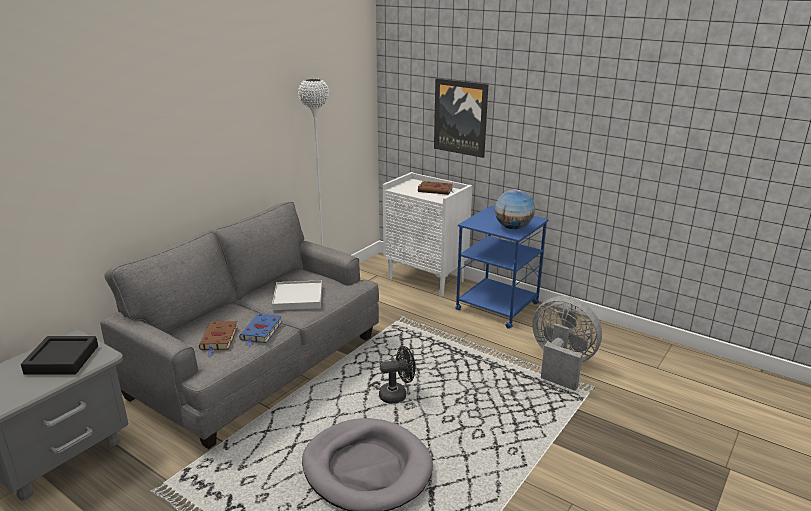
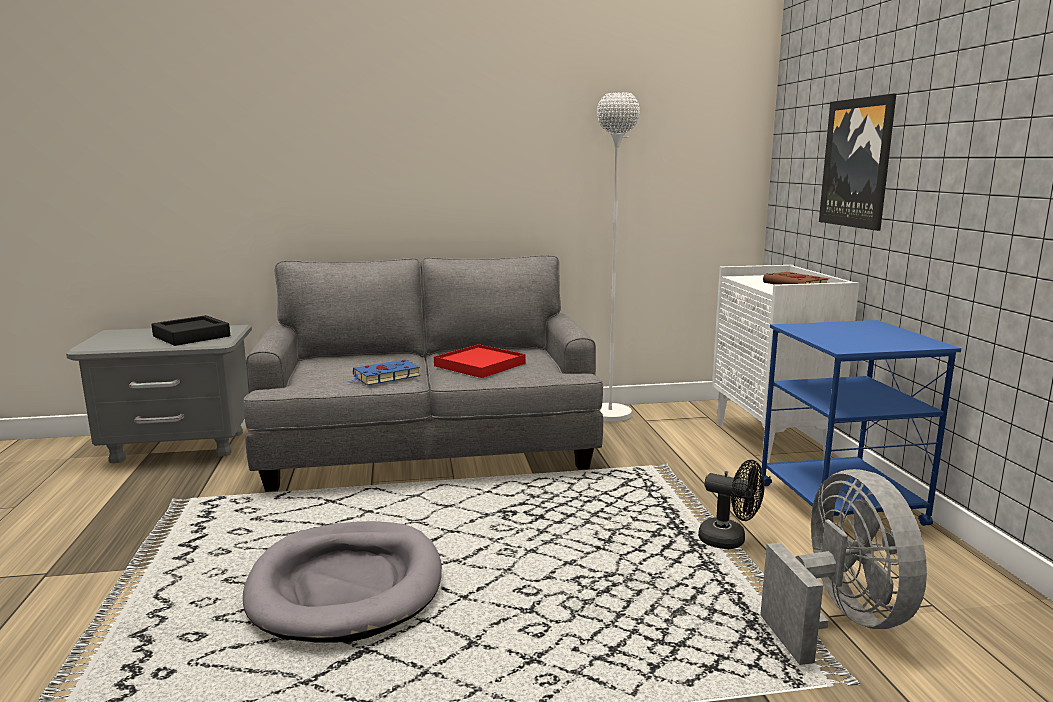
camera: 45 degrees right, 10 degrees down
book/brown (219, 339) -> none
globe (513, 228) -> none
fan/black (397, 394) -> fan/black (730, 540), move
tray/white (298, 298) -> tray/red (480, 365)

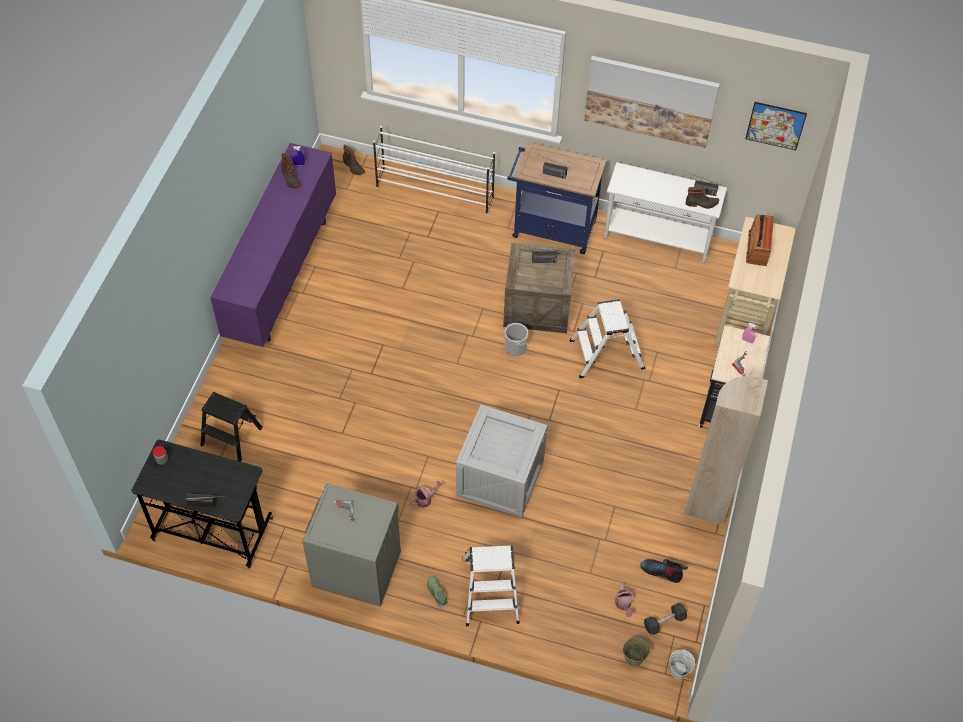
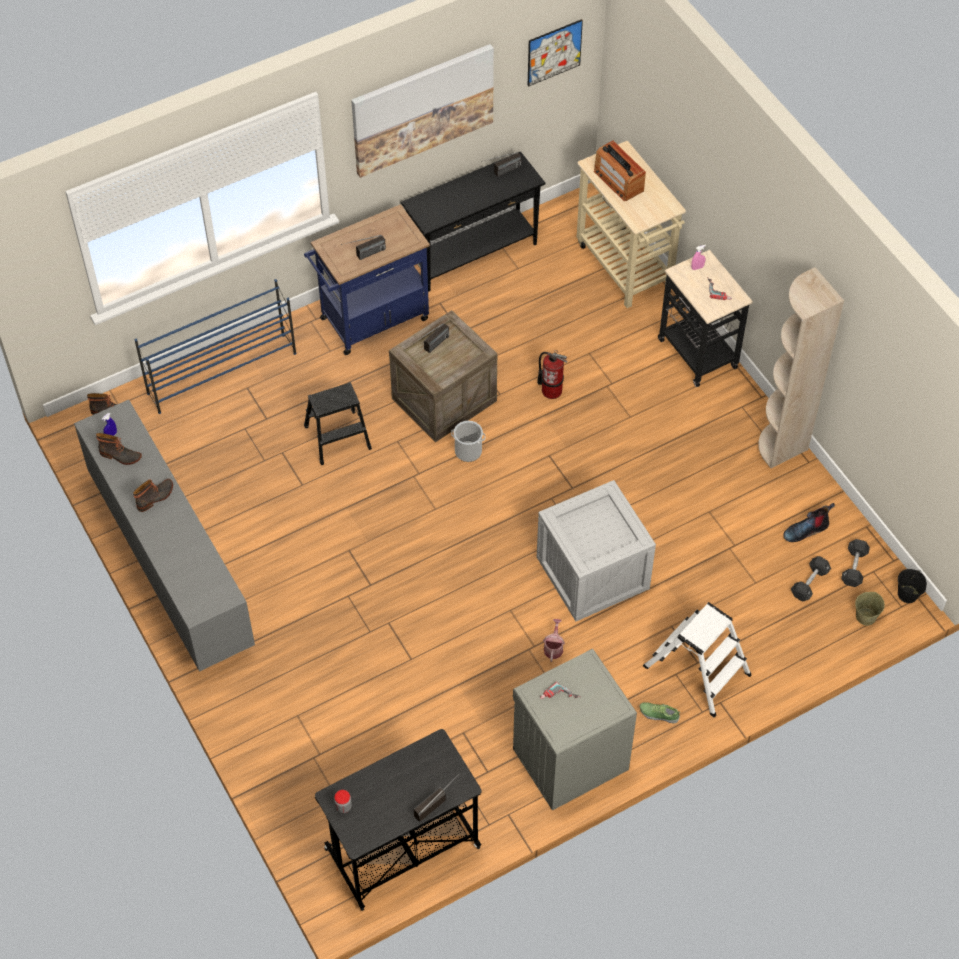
camera: 45 degrees left, 0 degrees up
step ladder/black (232, 436) -> step ladder/black (338, 436), move
boot (701, 203) -> boot (156, 497), move
step ladder/white (607, 354) -> fire extinguisher (551, 390)
watering can (623, 605) -> dumbbell/black (809, 583)
cabinet/purple (281, 275) -> cabinet/grey (171, 571)
shoe rack/white (435, 193) -> shoe rack/blue (223, 373)
console table/white (658, 239) -> console table/black (473, 254)
bucket/white (678, 671) -> bucket/black (908, 595)

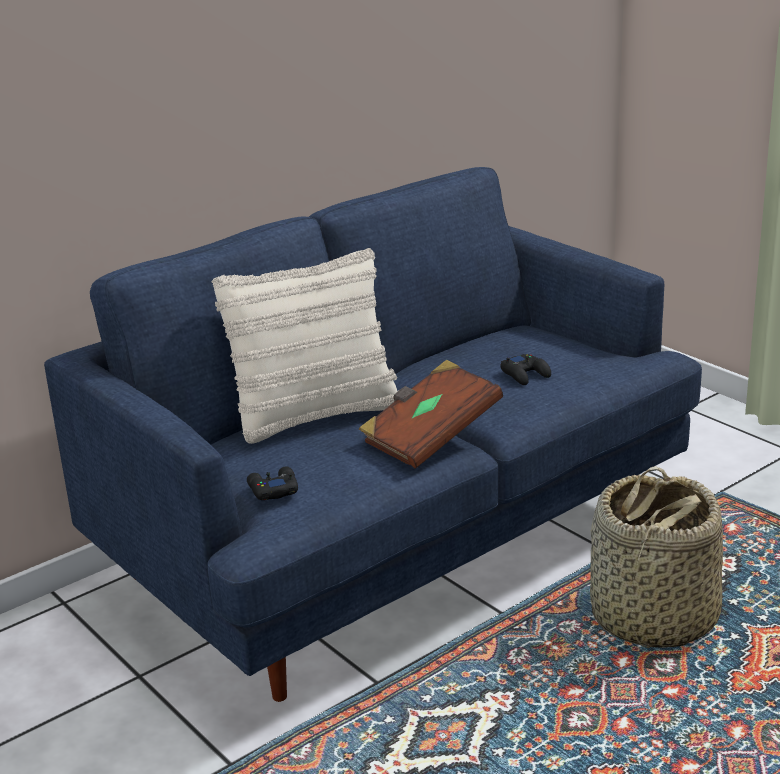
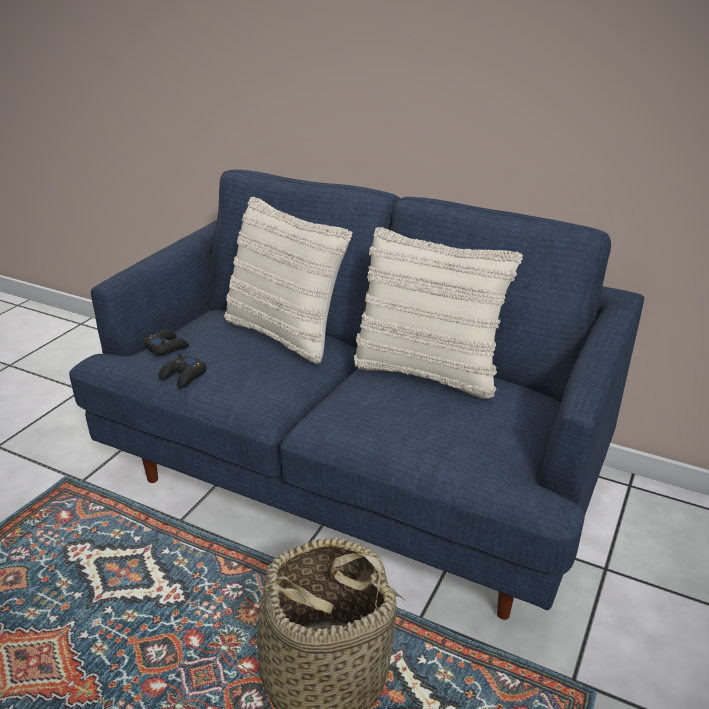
camera: 65 degrees right, 5 degrees up
book/brown (430, 437) -> none
none -> pillow/beige (429, 373)
game controller/black (525, 374) -> game controller/black (183, 376), move

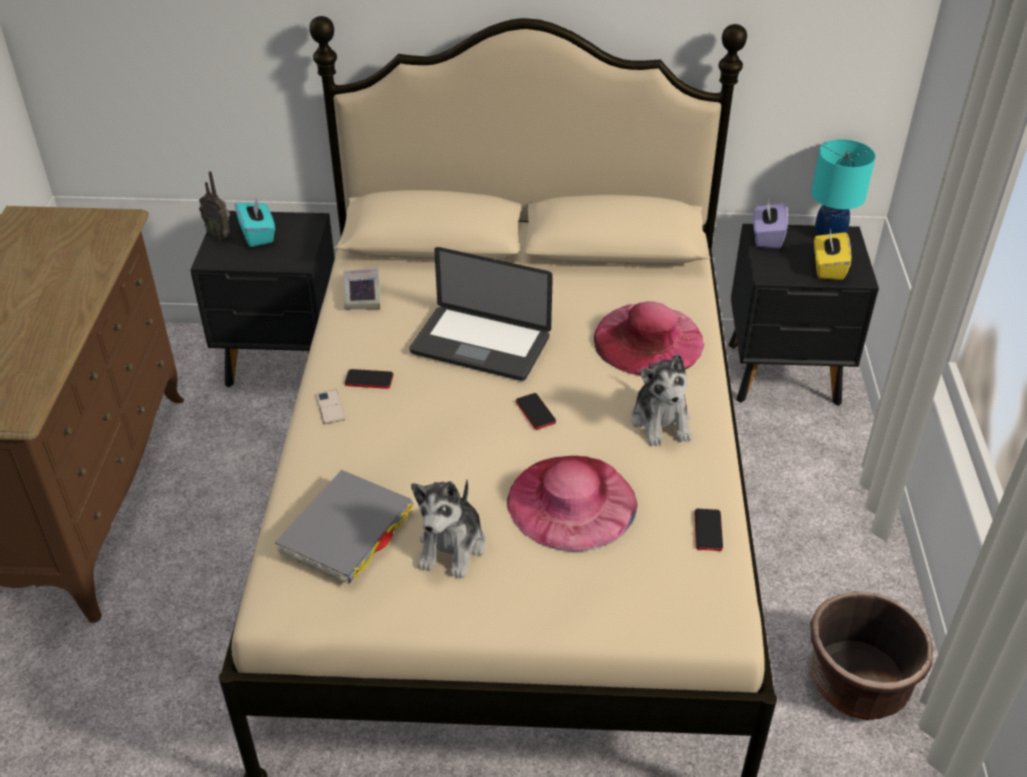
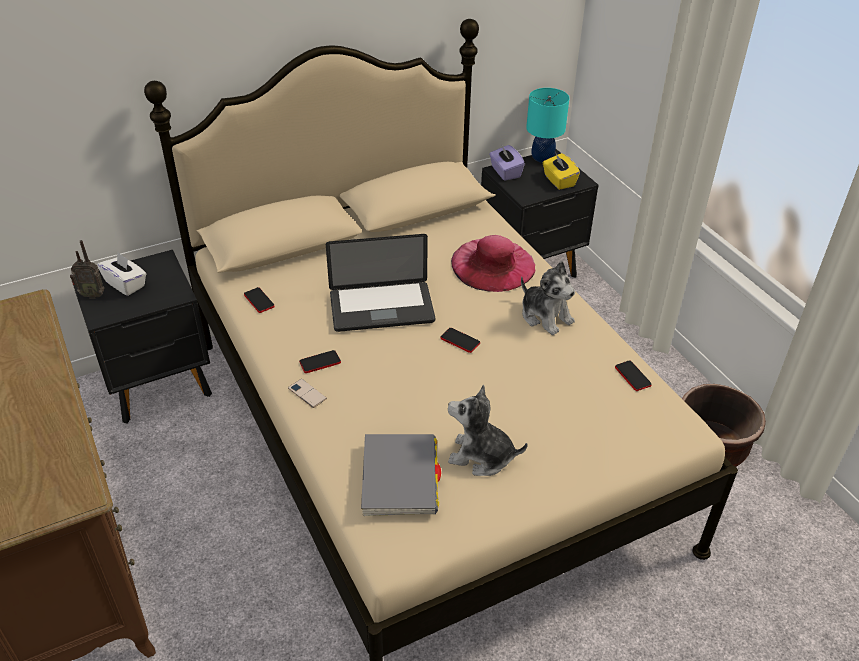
camera: 30 degrees left, 0 degrees up
hat/pink (571, 501) -> none
book (362, 293) -> phone (259, 300)
tissue box/turquoise (258, 235) -> tissue box/white (126, 284)
plush toy (452, 546) -> plush toy (481, 456), 120 degrees clockwise

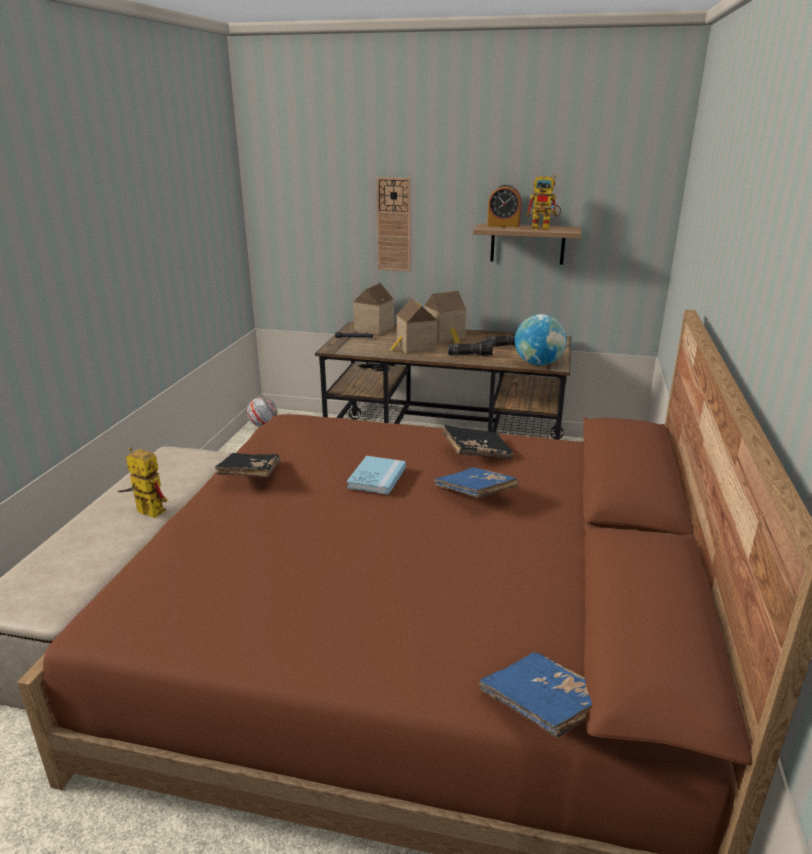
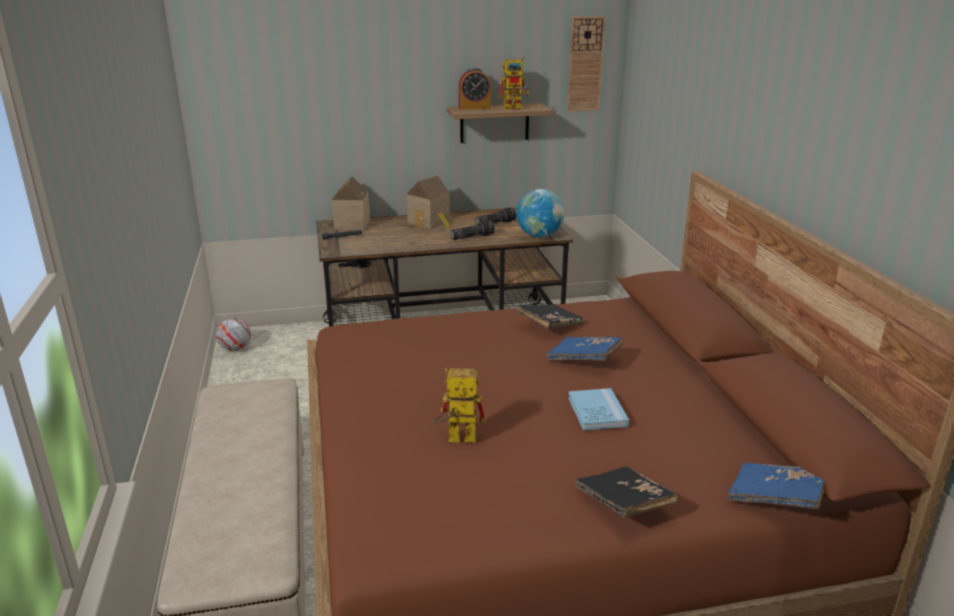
camera: 25 degrees left, 0 degrees up
toy house (414, 348) -> none
toy robot (145, 511) -> toy robot (455, 439), move
book/black (249, 476) -> book/black (624, 504), move
book/blue (377, 477) -> book/blue (597, 412), move
wall clock (394, 225) -> wall clock (585, 64), move

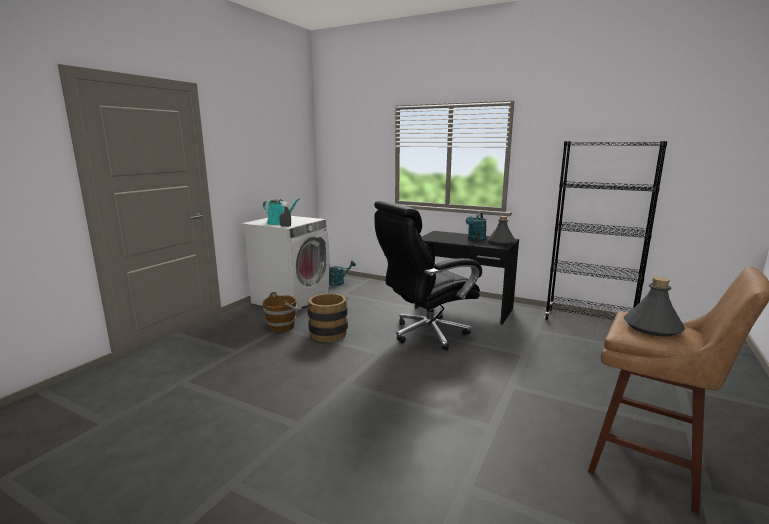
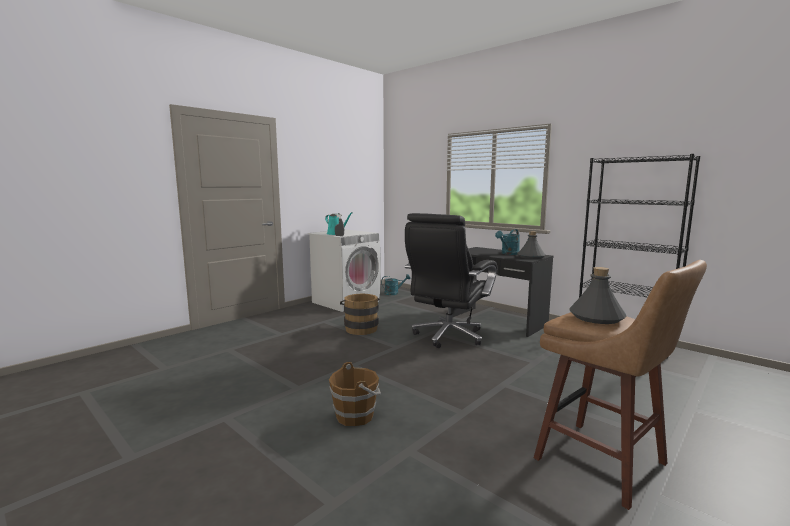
camera: 15 degrees right, 5 degrees down
bucket/brown (282, 326) -> bucket/brown (356, 415), move
office chair/black (425, 335) -> office chair/black (447, 338), 45 degrees counterclockwise

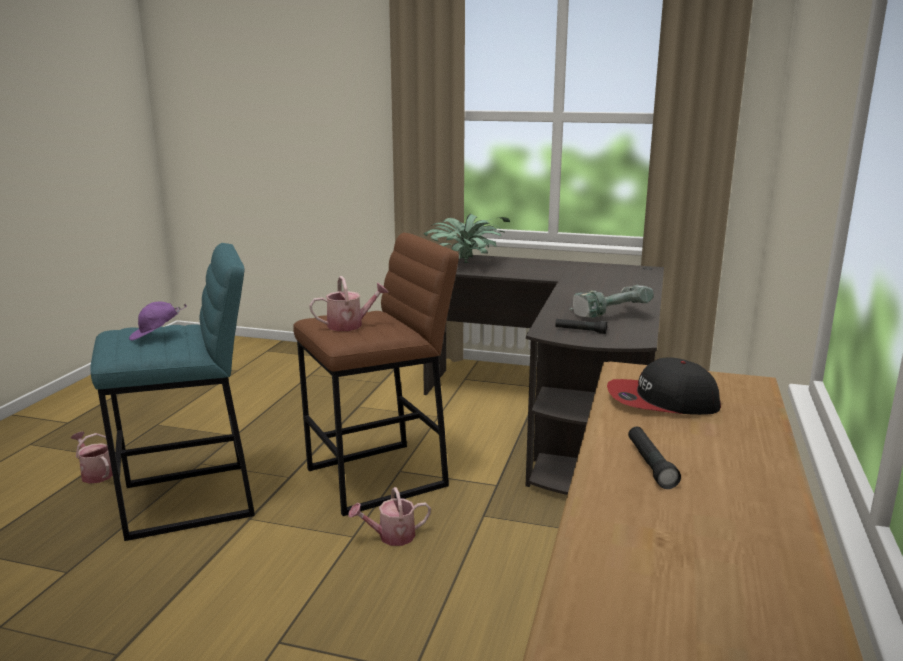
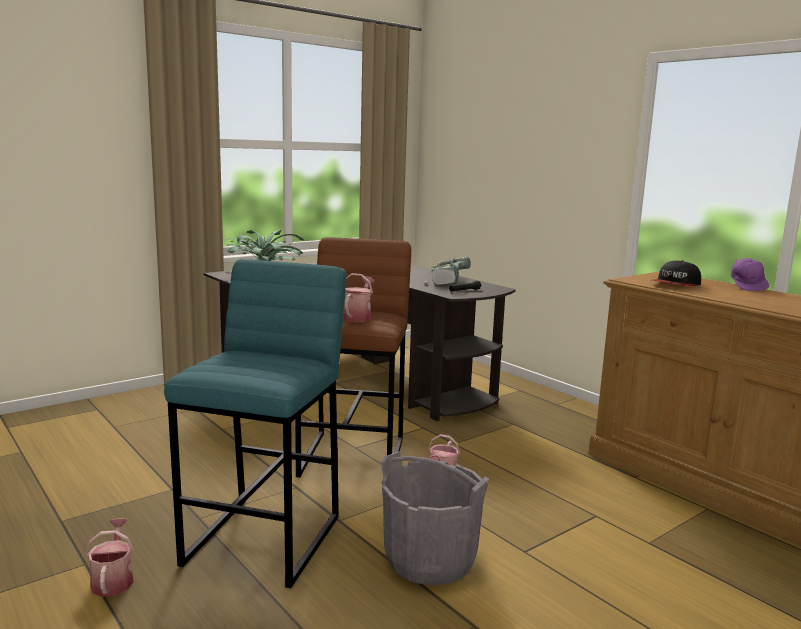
camera: 55 degrees left, 5 degrees down
flashlight/black (650, 465) -> none
none -> bucket/grey (430, 559)
cap/purple (156, 335) -> cap/purple (747, 287), move
watering can (95, 473) -> watering can (113, 579), 90 degrees clockwise

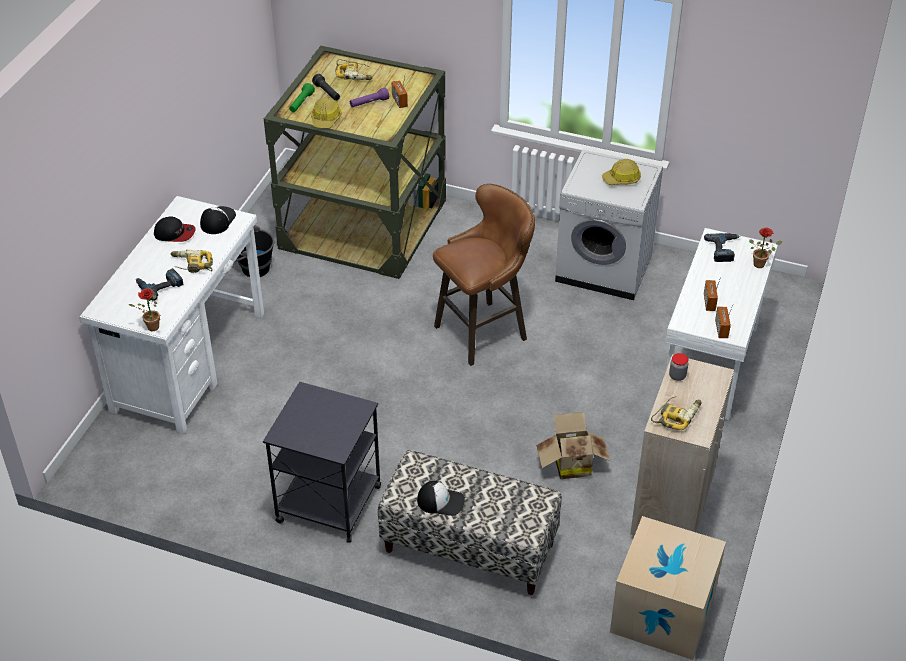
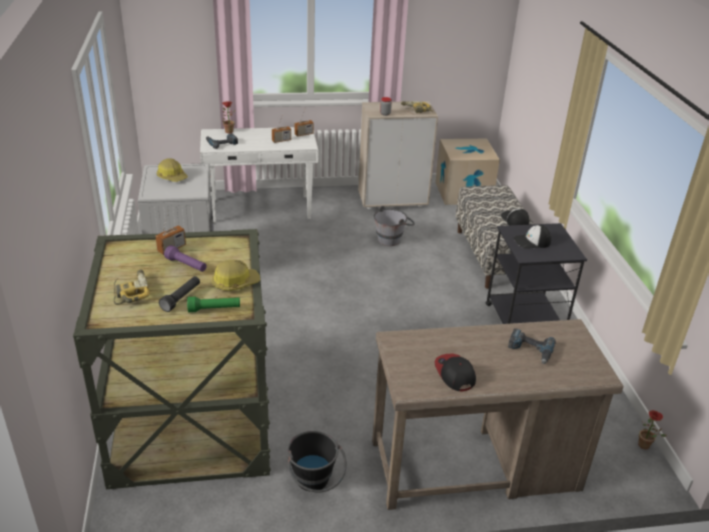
camera: 120 degrees left, 10 degrees down
power drill (192, 265) -> none
stool/brown (484, 331) -> none
potted plant (150, 328) -> potted plant (646, 446), move
cap (217, 221) -> cap (532, 241), move
cardboard box (570, 464) -> bucket/grey (392, 238)
desk/white (188, 361) -> desk/brown (474, 466)

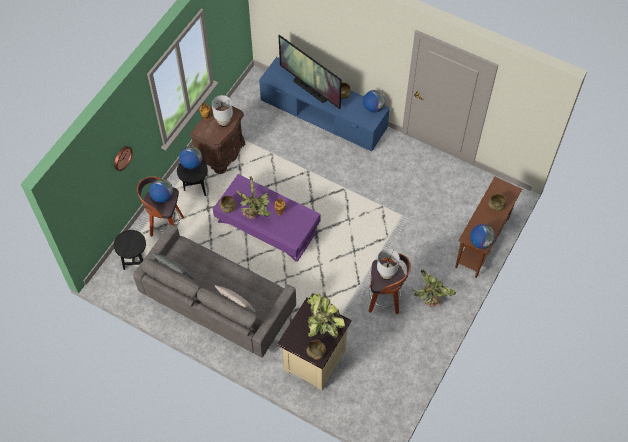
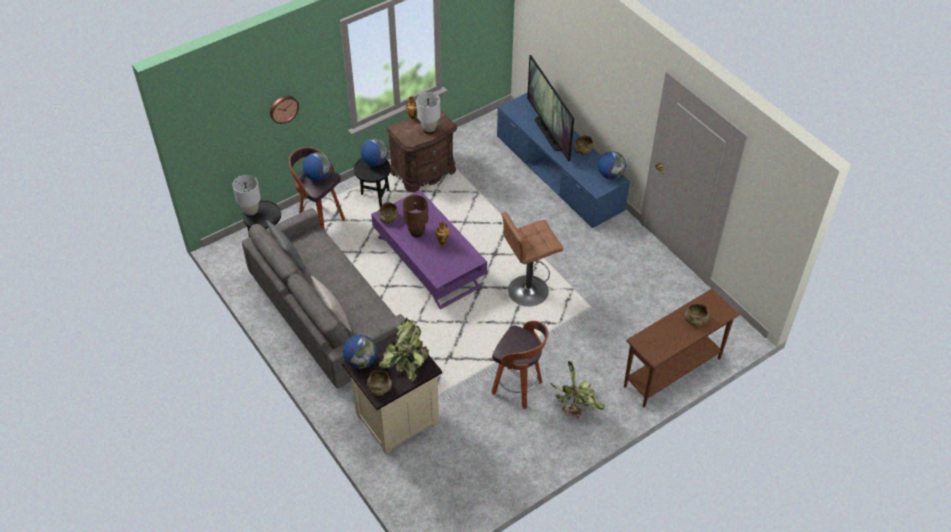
camera: 25 degrees right, 10 degrees down
none -> stool/brown (527, 291)
table lamp/white (386, 275) -> table lamp/white (251, 212), move
globe (480, 242) -> globe (361, 361), move
potted plant (256, 211) -> table lamp/brown (416, 232)

